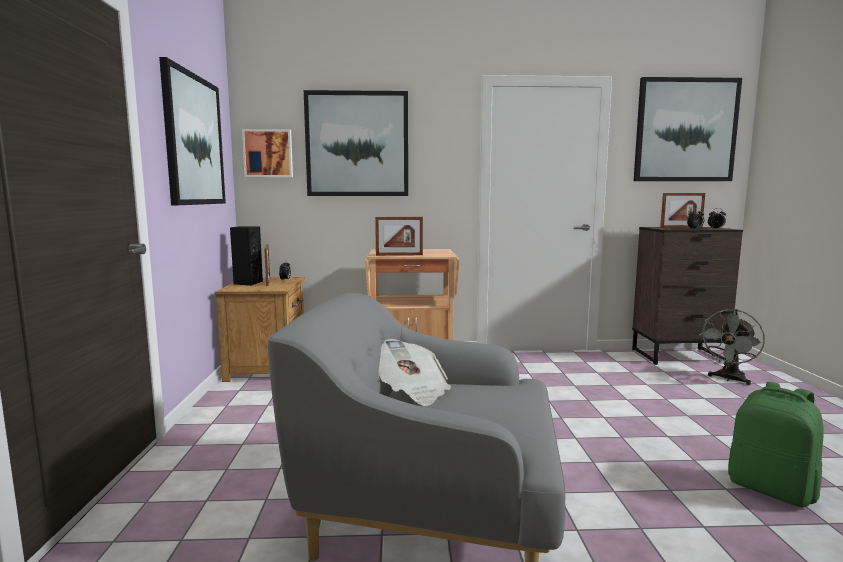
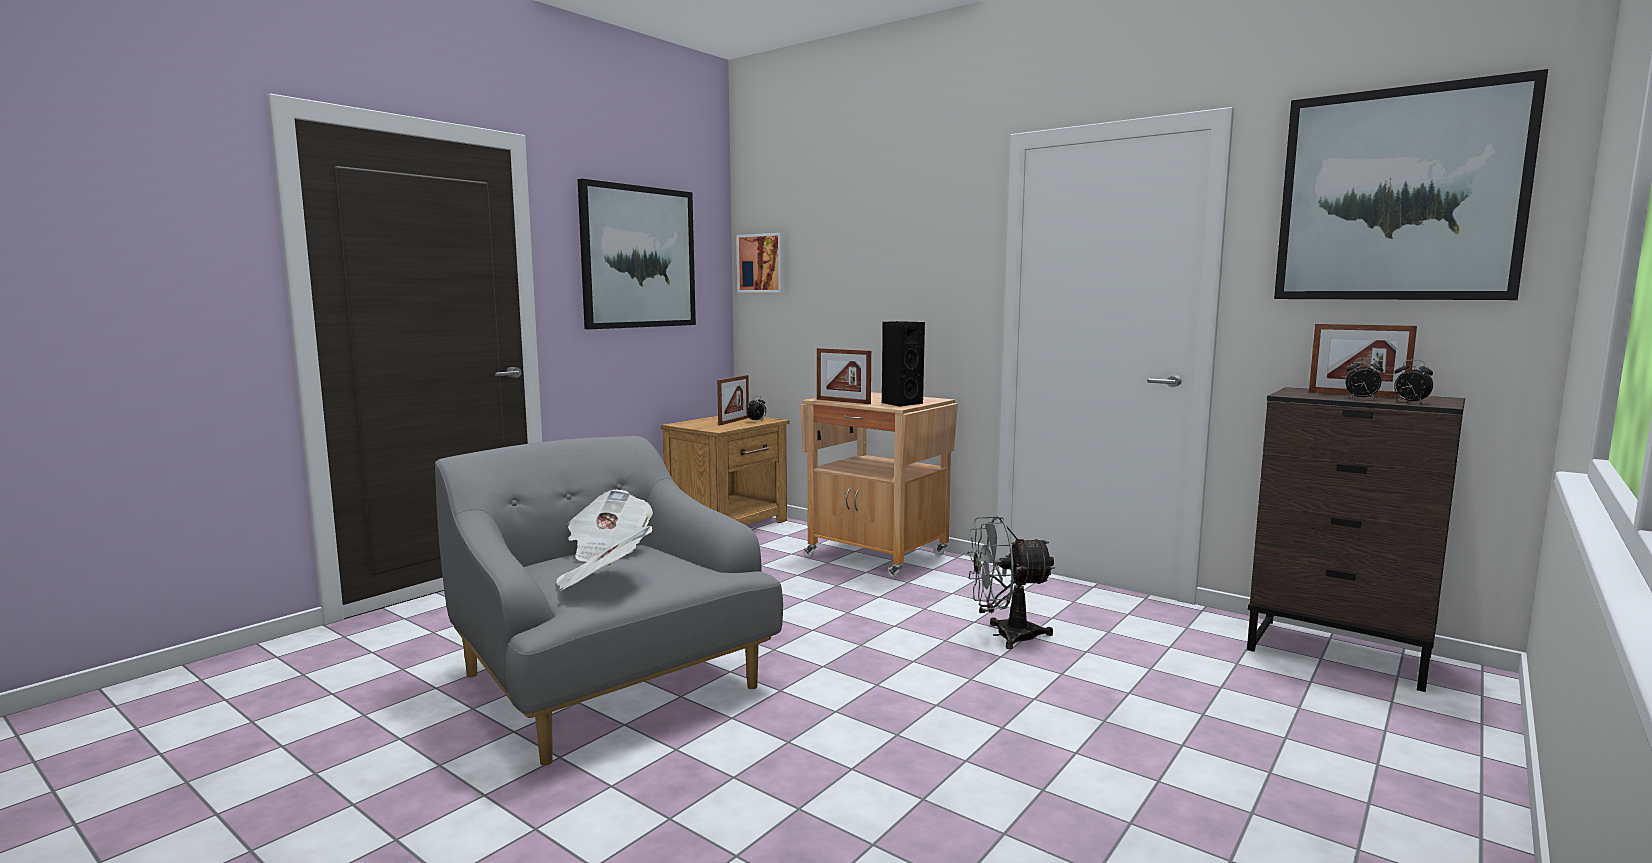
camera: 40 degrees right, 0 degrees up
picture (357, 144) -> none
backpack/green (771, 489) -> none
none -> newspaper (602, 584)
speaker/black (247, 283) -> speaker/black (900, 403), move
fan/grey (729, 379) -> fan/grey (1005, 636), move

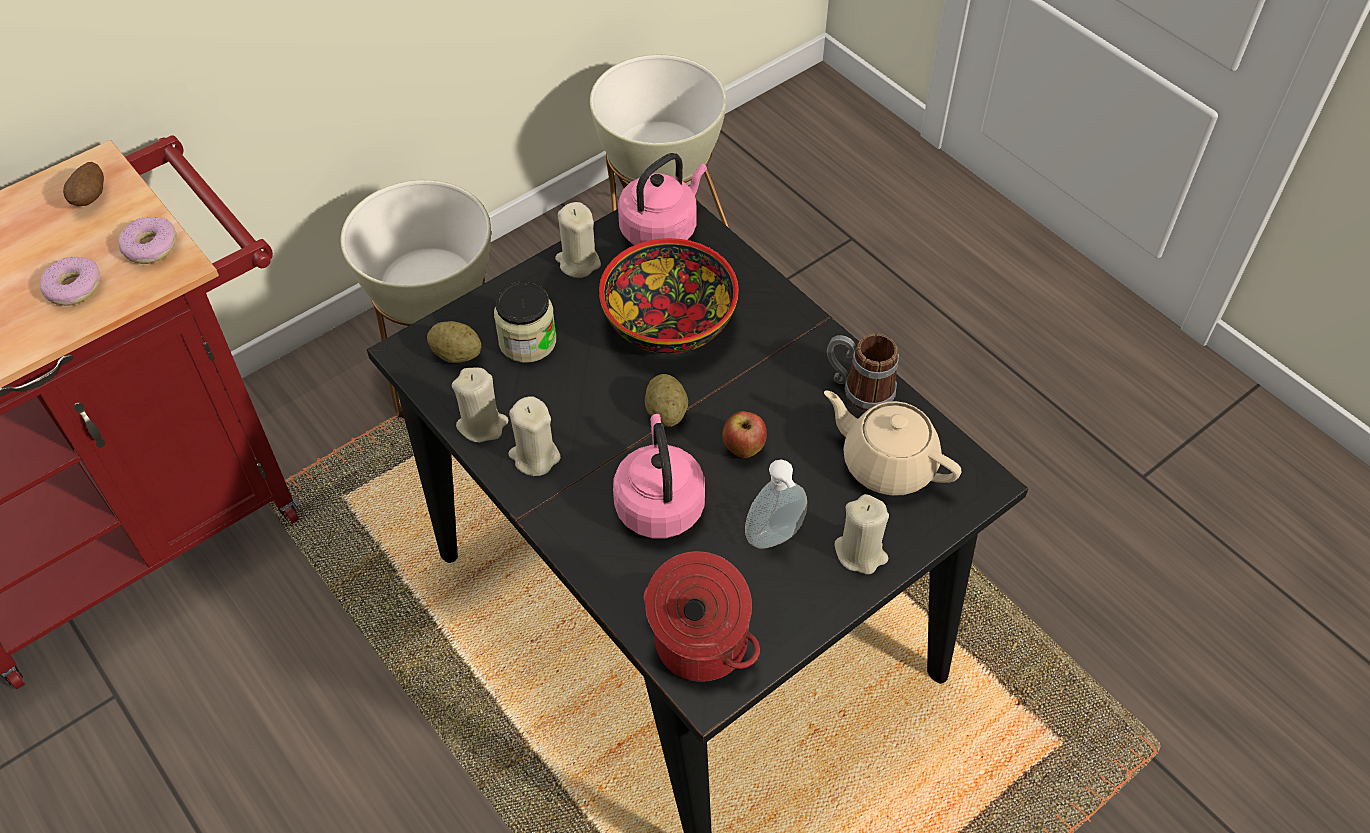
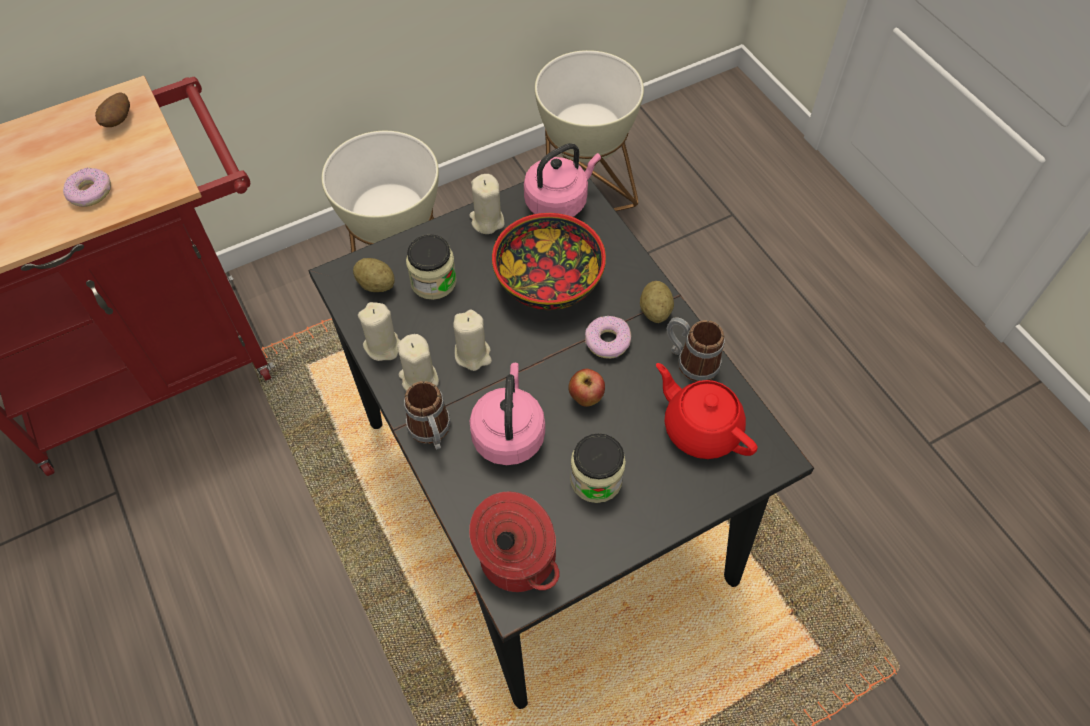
camera: 10 degrees right, 5 degrees up
none -> mug (432, 433)
donut (150, 247) -> donut (607, 341), move
potato (666, 412) -> potato (655, 311), move
candle/beige (860, 552) -> candle/beige (473, 354), move
soap dispenser (775, 539) -> jar (596, 479)
teapot/beige (887, 463) -> teapot/red (700, 428)

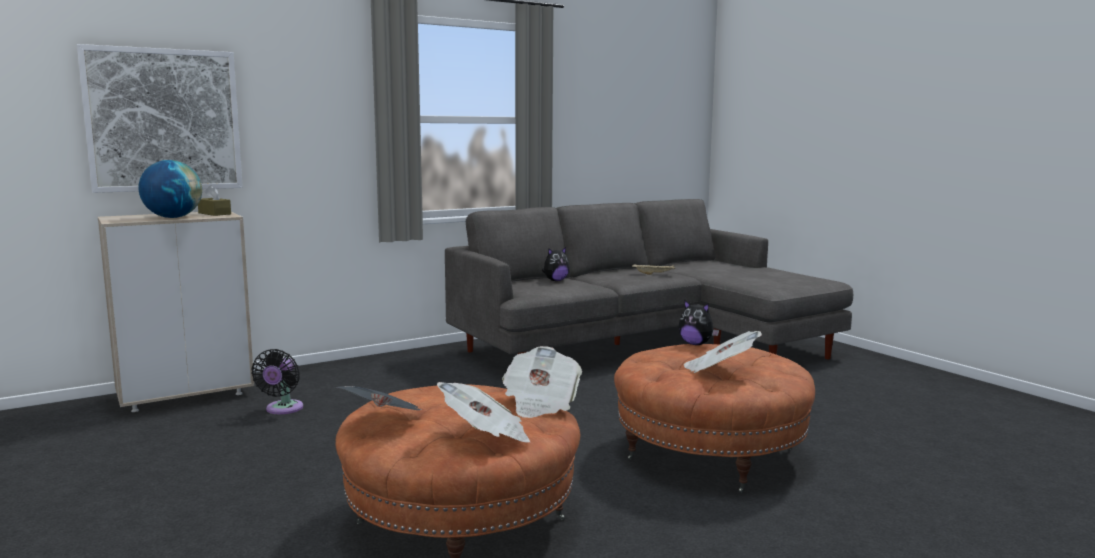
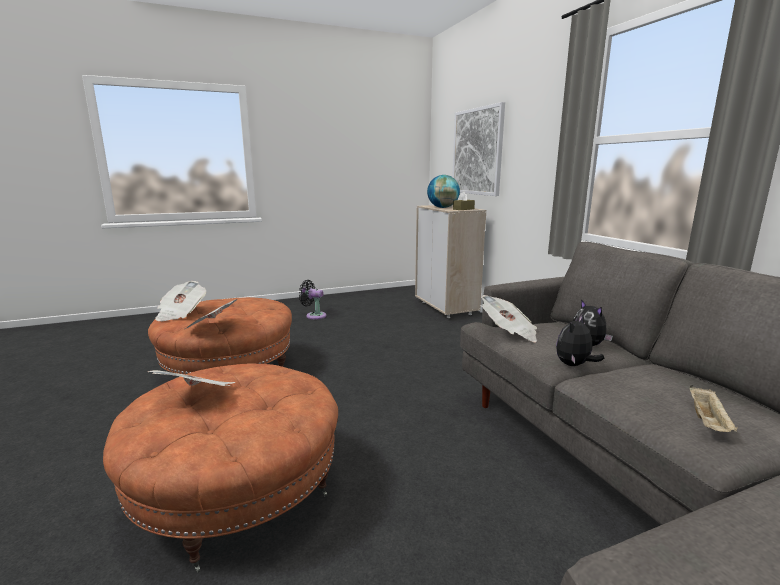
camera: 100 degrees right, 5 degrees up
fan/black (282, 409) -> fan/black (314, 315), move
newspaper (384, 421) -> newspaper (509, 333), move
plush toy (696, 344) -> plush toy (574, 365), move

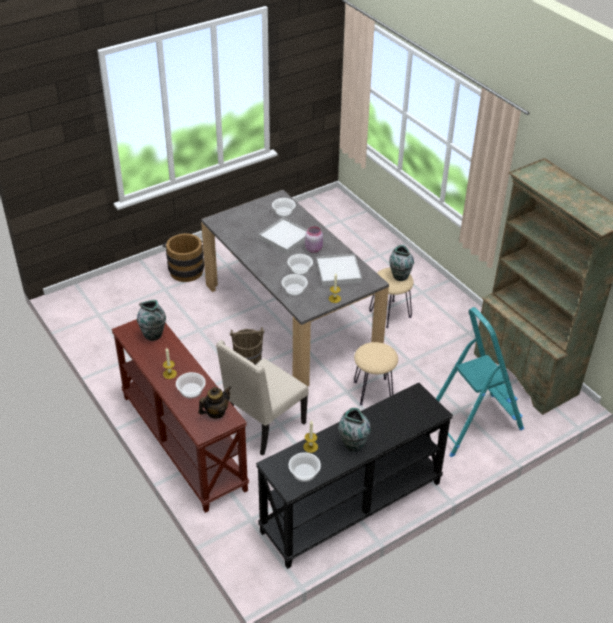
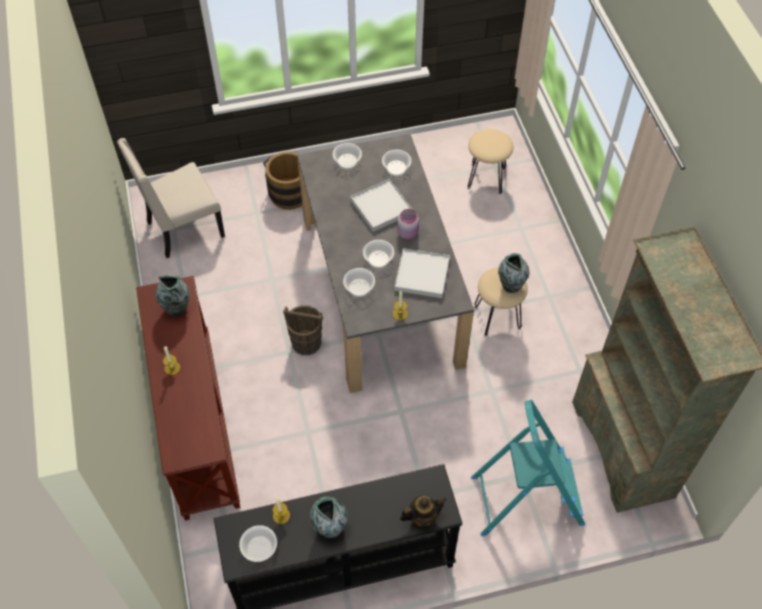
camera: 20 degrees right, 15 degrees up
bowl (191, 390) -> bowl (347, 161), move
teapot (216, 412) -> teapot (422, 517), move
chair/beige (263, 427) -> chair/beige (183, 230), move
stool/beige (373, 391) -> stool/beige (486, 178), move

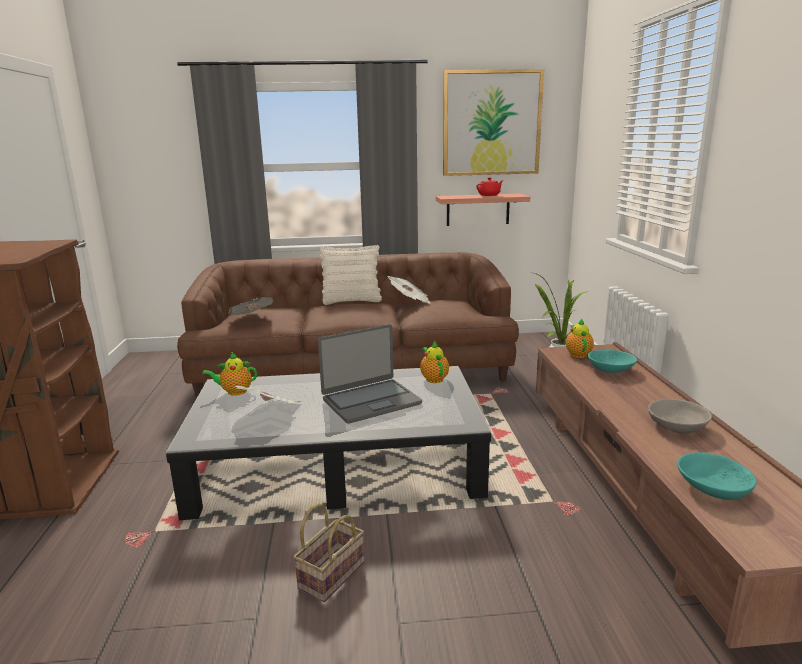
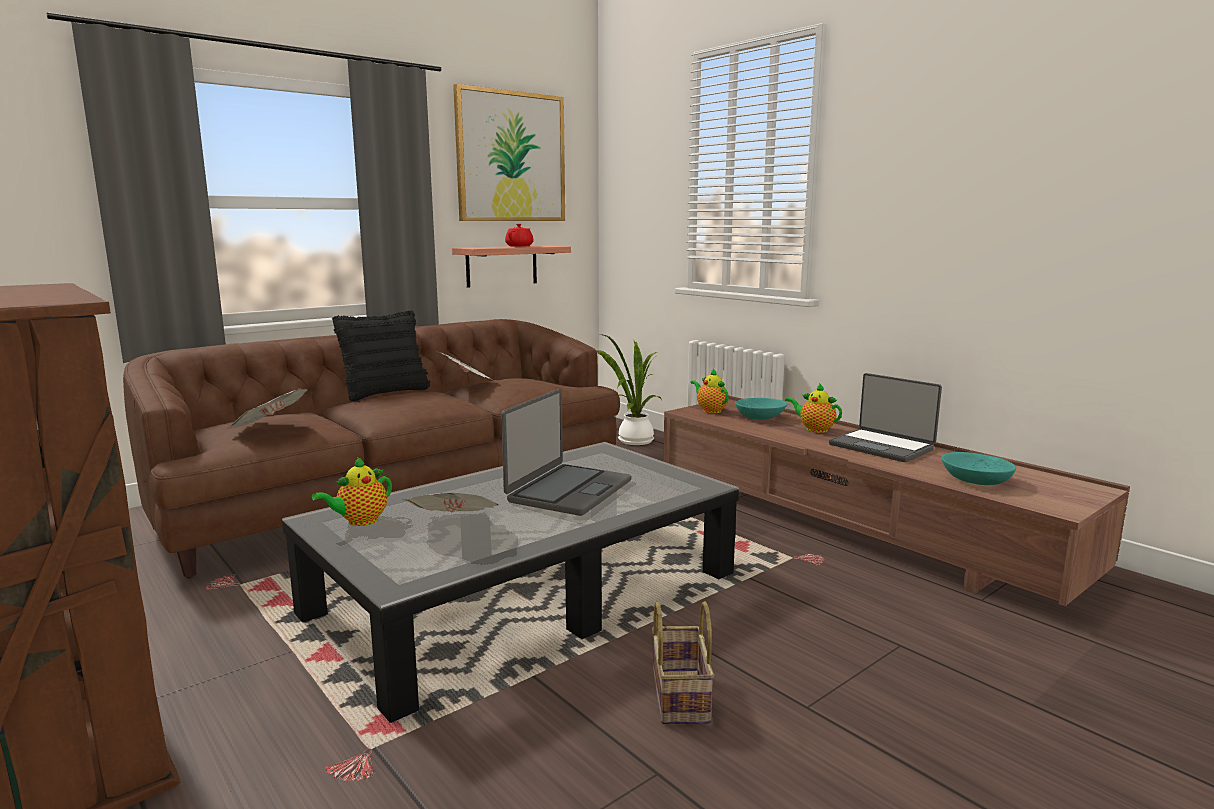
camera: 35 degrees left, 5 degrees down
teapot (433, 378) -> teapot (814, 429), move
bowl/grey (677, 426) -> laptop (882, 447)
pillow/beige (352, 301) -> pillow/black (385, 393)

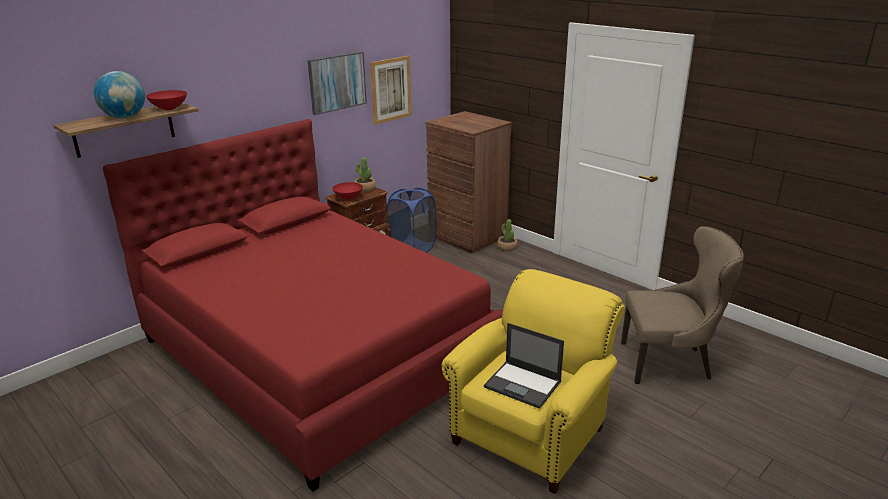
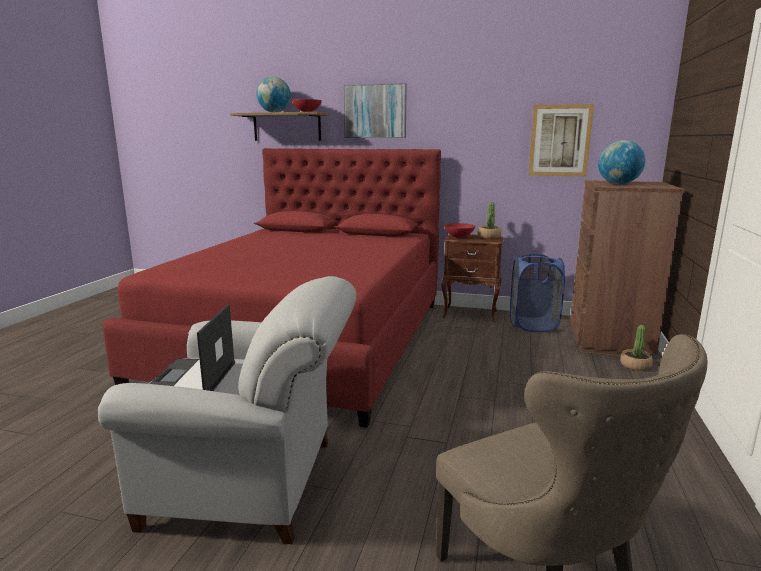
camera: 60 degrees right, 10 degrees down
none -> globe (618, 184)
picture (337, 82) -> picture (375, 111), move
armchair/yellow (532, 432) -> armchair/white (253, 482)

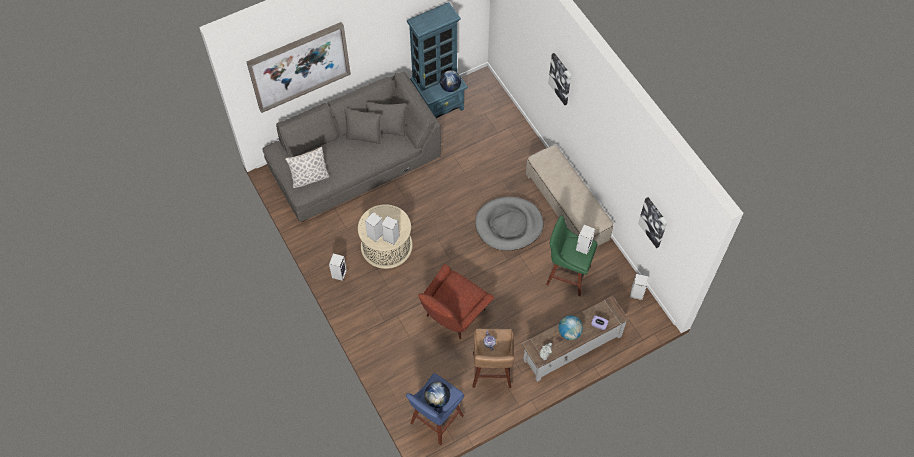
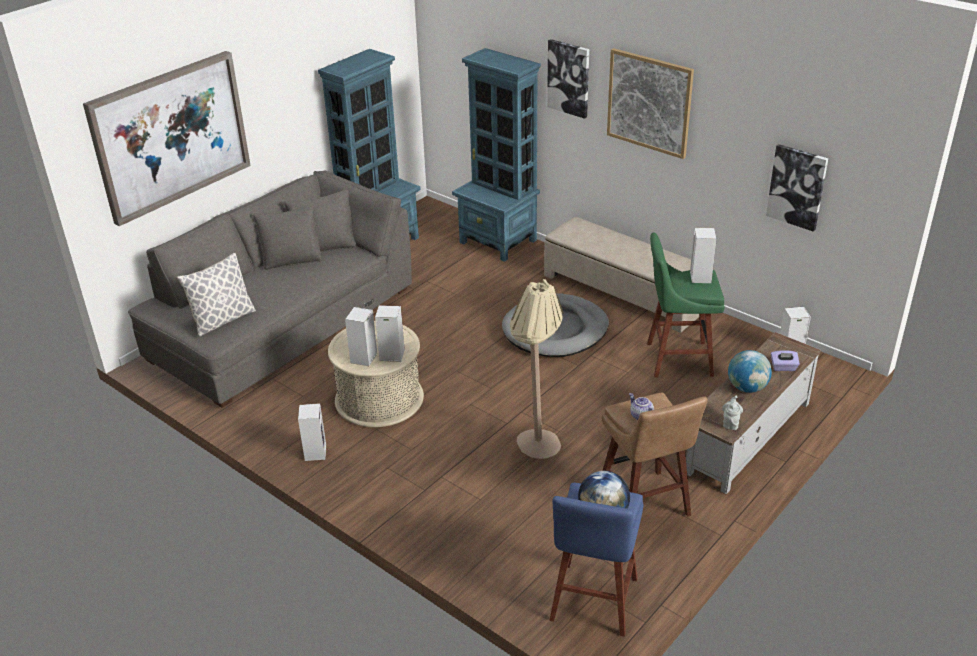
camera: 20 degrees left, 25 degrees down
globe (450, 87) -> none
none -> cabinet/blue (497, 242)
none -> picture (649, 103)
armchair/red (453, 315) -> floor lamp/beige (535, 451)

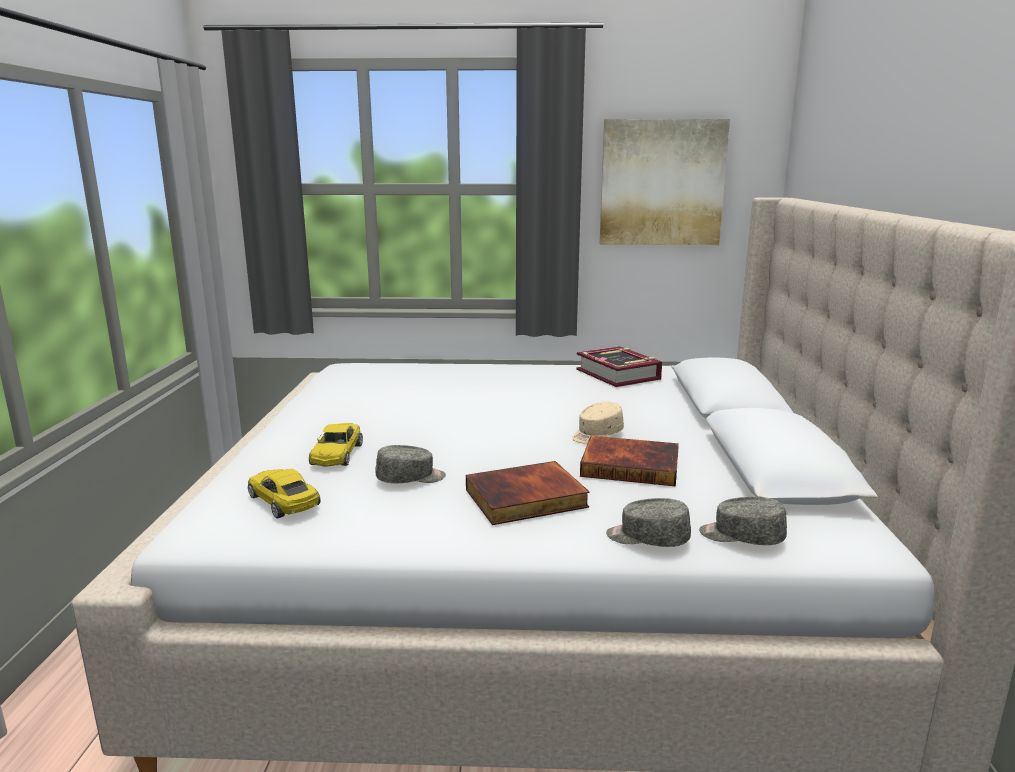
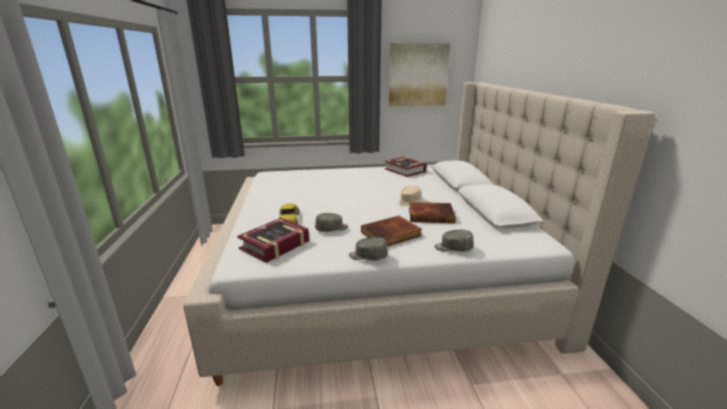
camera: 10 degrees left, 5 degrees up
cap/grey (741, 536) -> cap/grey (368, 256), move
toy car/yellow (284, 501) -> book (275, 245)

